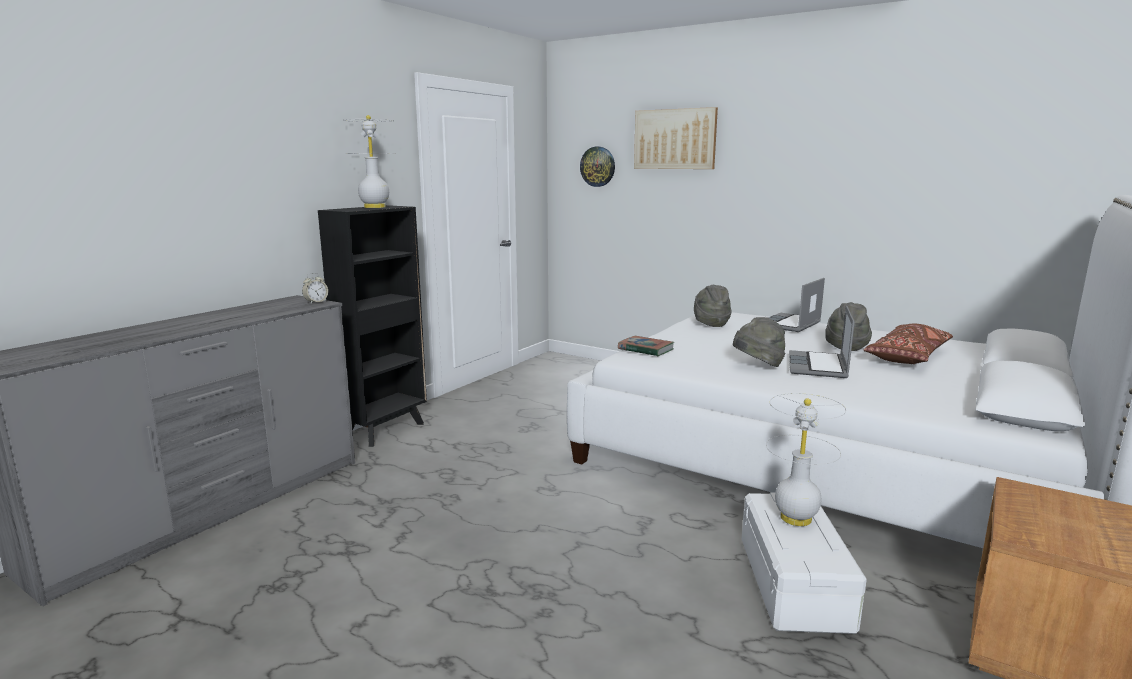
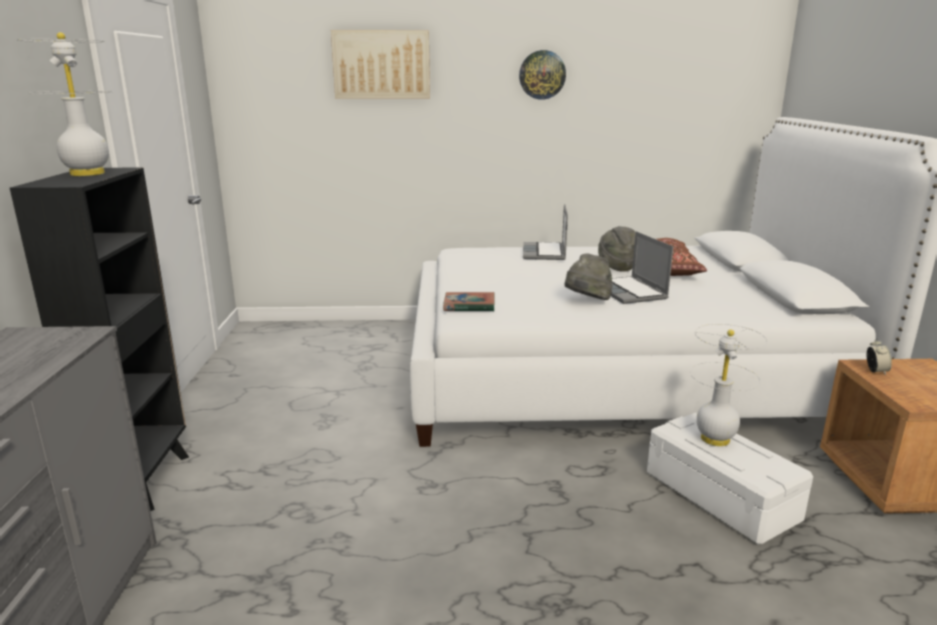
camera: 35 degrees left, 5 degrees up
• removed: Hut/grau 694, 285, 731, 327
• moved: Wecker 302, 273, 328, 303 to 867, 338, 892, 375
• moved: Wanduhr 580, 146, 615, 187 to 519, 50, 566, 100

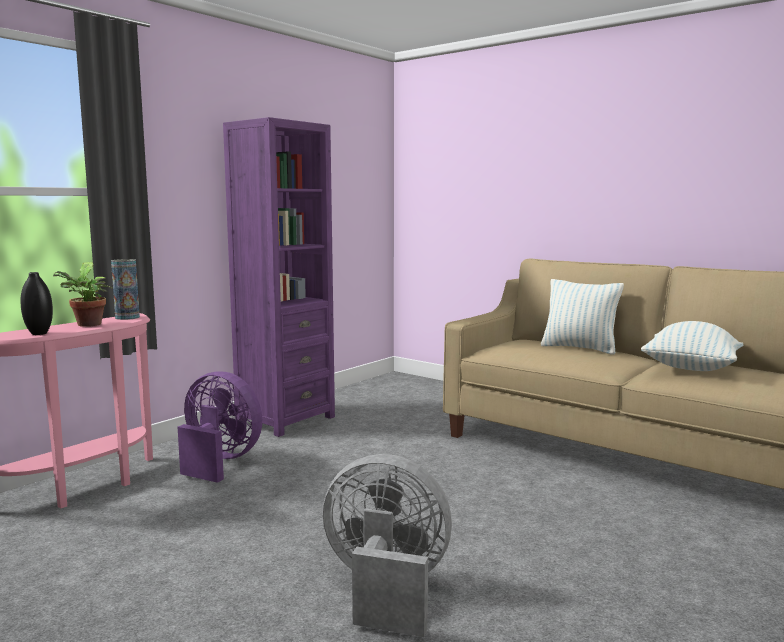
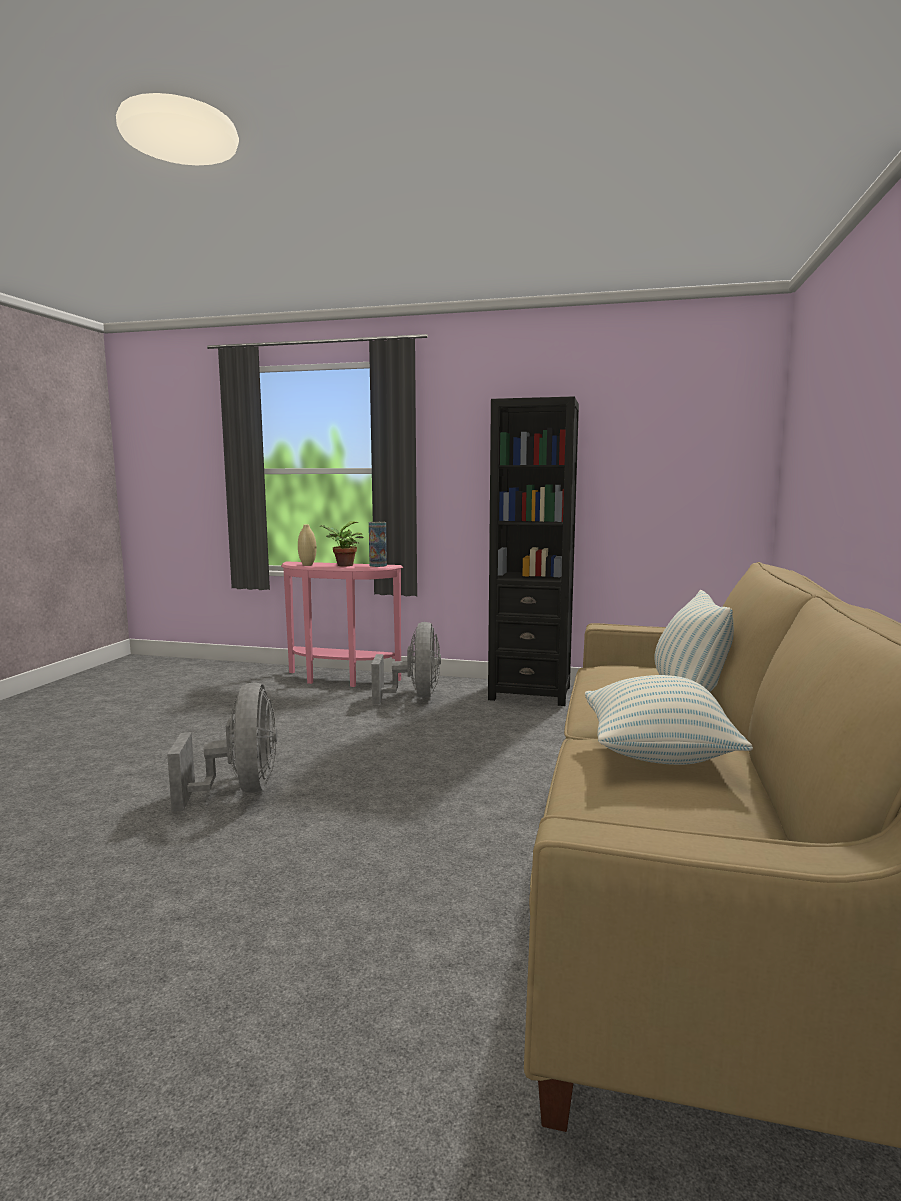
camera: 65 degrees right, 0 degrees up
• recoloured: Vase/schwarz 20, 272, 53, 335 to Vase/beige 298, 524, 317, 566
• recoloured: Ventilator/lila 178, 371, 262, 483 to Ventilator/grau 371, 622, 441, 704
• recoloured: Bücherregal/lila 223, 117, 335, 437 to Bücherregal/schwarz 488, 396, 579, 706

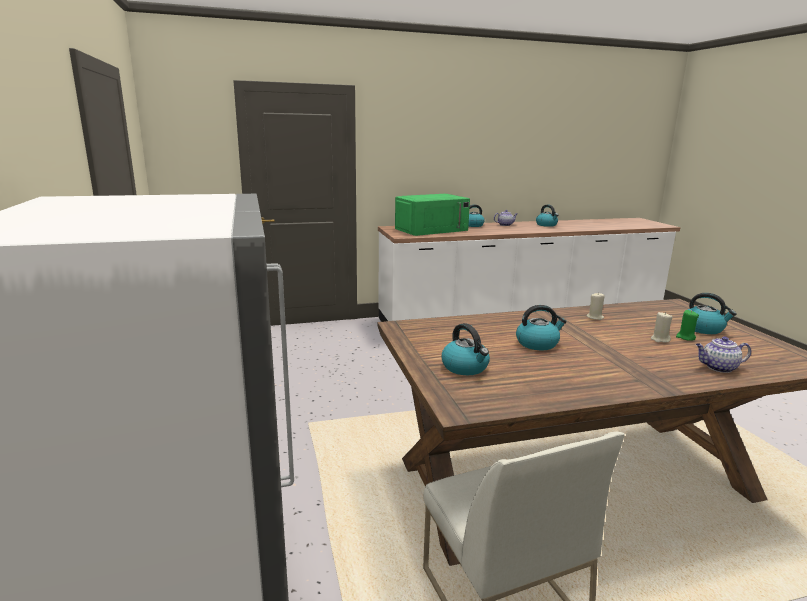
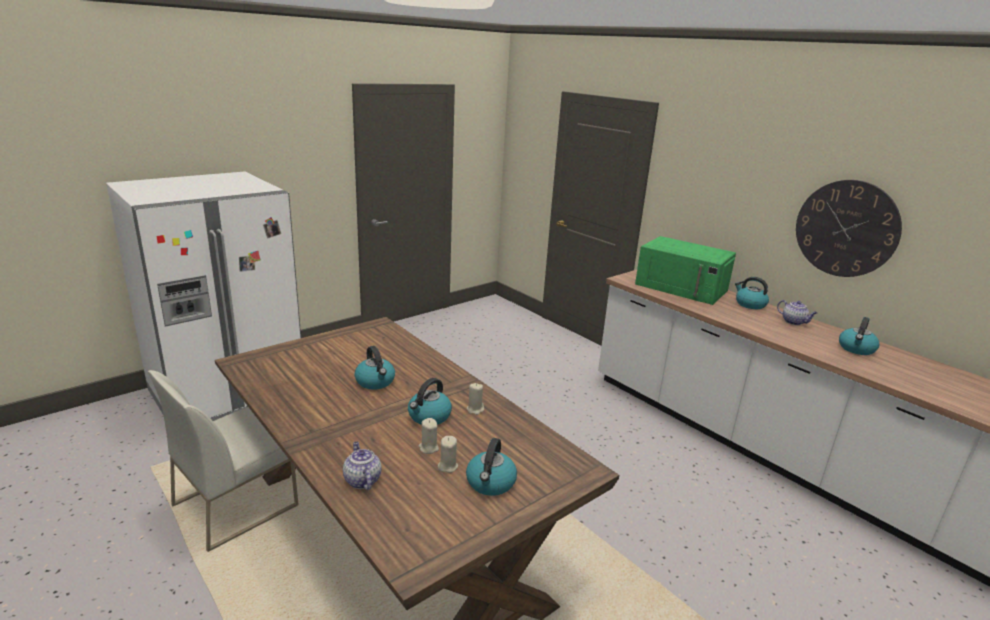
camera: 65 degrees right, 5 degrees up
• added: Wanduhr 796, 180, 902, 277
• moved: Wasserkessel 442, 323, 490, 375 to 408, 378, 452, 425
• recoloured: Kerze/grün 676, 310, 699, 341 to Kerze/beige 438, 436, 458, 473

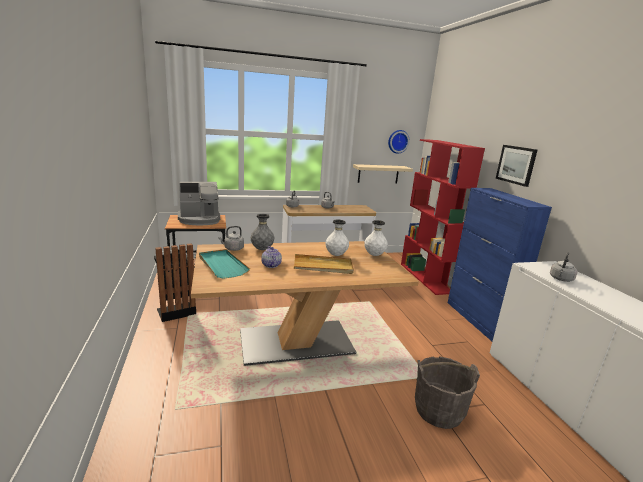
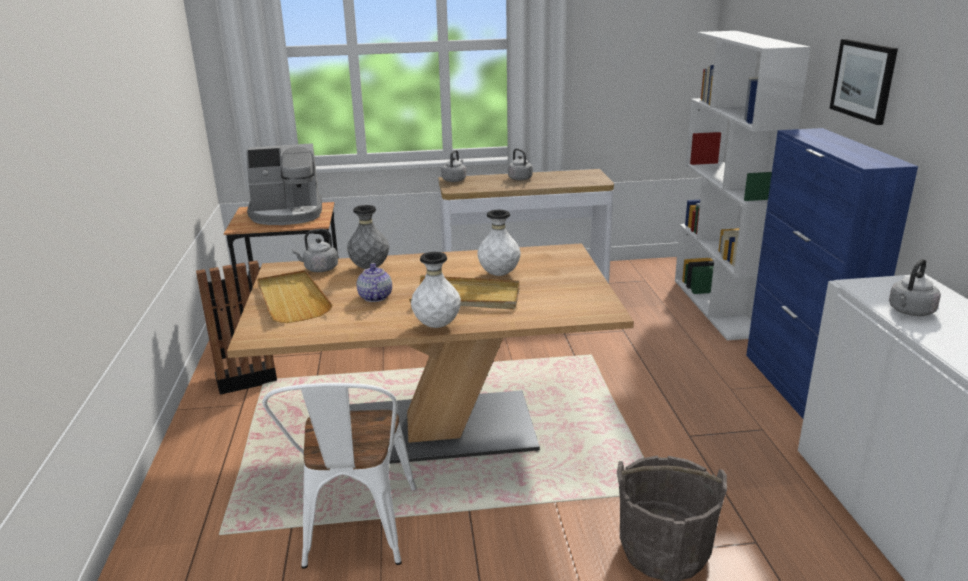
camera: 10 degrees right, 5 degrees up
• removed: Wandregal/beige 353, 164, 413, 184
• removed: Wanduhr 388, 130, 410, 154
• added: Stuhl/weiß 262, 383, 416, 569
• moved: Vase/weiß 364, 220, 388, 256 to 411, 252, 461, 328
• recoloured: Tablett/türkis 199, 249, 250, 279 to Tablett/beige 257, 270, 332, 323
• recoloured: Bücherregal/rot 401, 139, 485, 295 to Bücherregal/weiß 675, 31, 811, 340

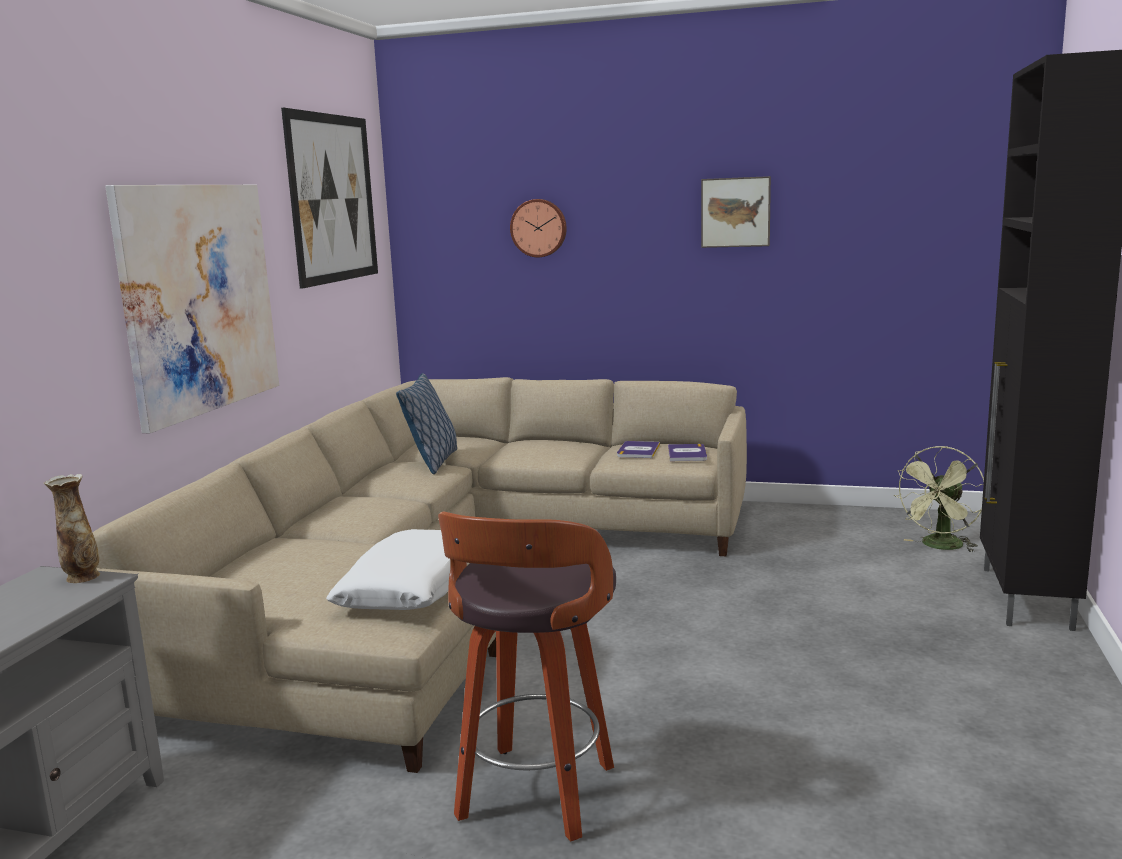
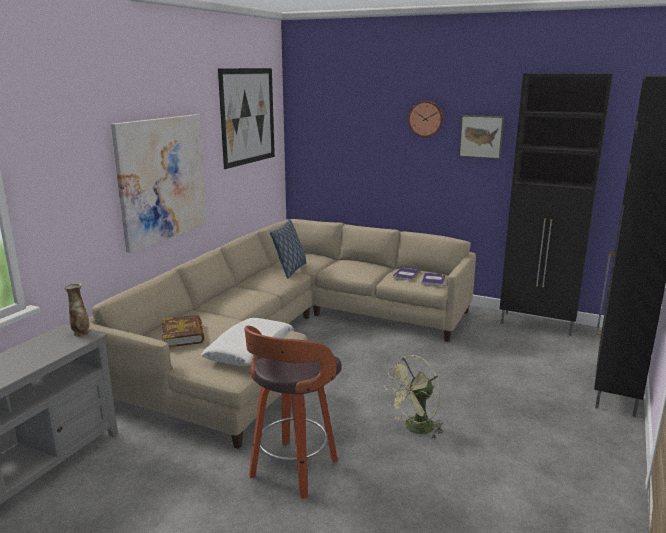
camera: 10 degrees right, 5 degrees up
• added: Buch 162, 315, 204, 348
• added: Schrank/schwarz 500, 73, 613, 336
• moved: Wanduhr 510, 199, 567, 257 to 408, 101, 443, 137
• moved: Ventilator/grün 894, 446, 984, 553 to 384, 355, 443, 440

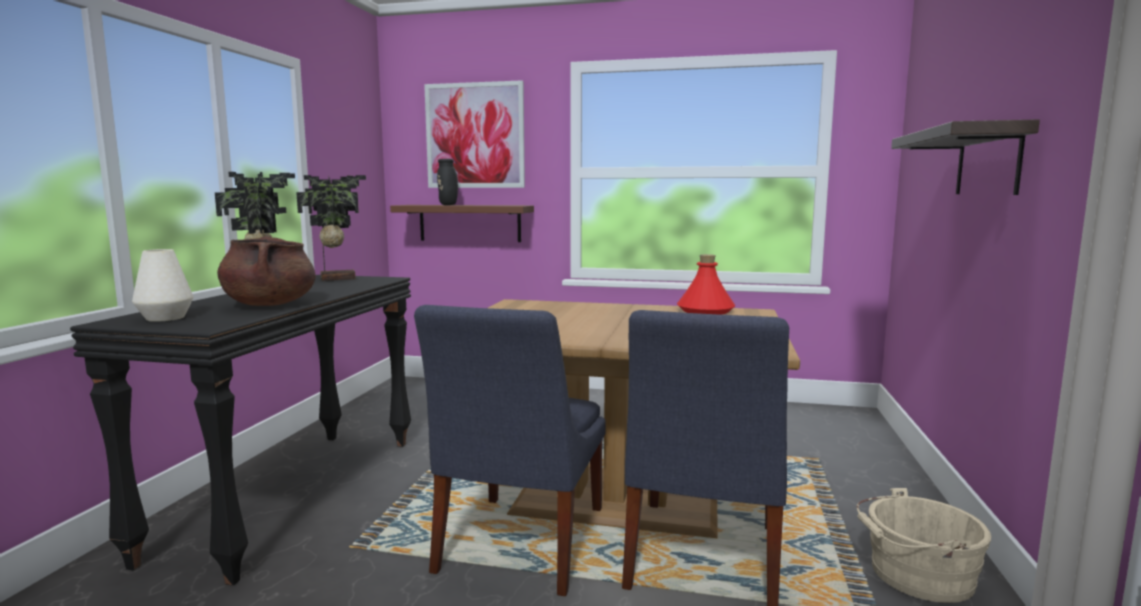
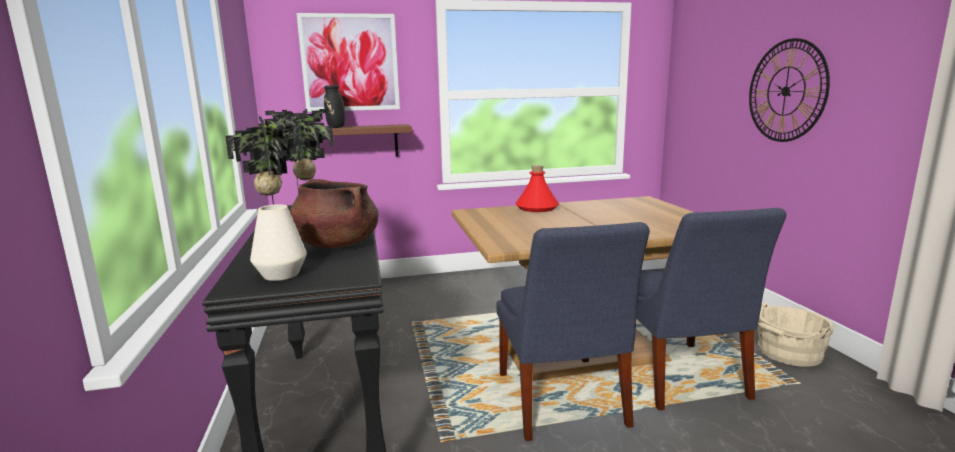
camera: 25 degrees left, 5 degrees up
• moved: Flasche/rot 677, 254, 735, 315 to 515, 165, 559, 212
• replaced: Wandregal 891, 119, 1040, 195 to Wanduhr 749, 38, 830, 142

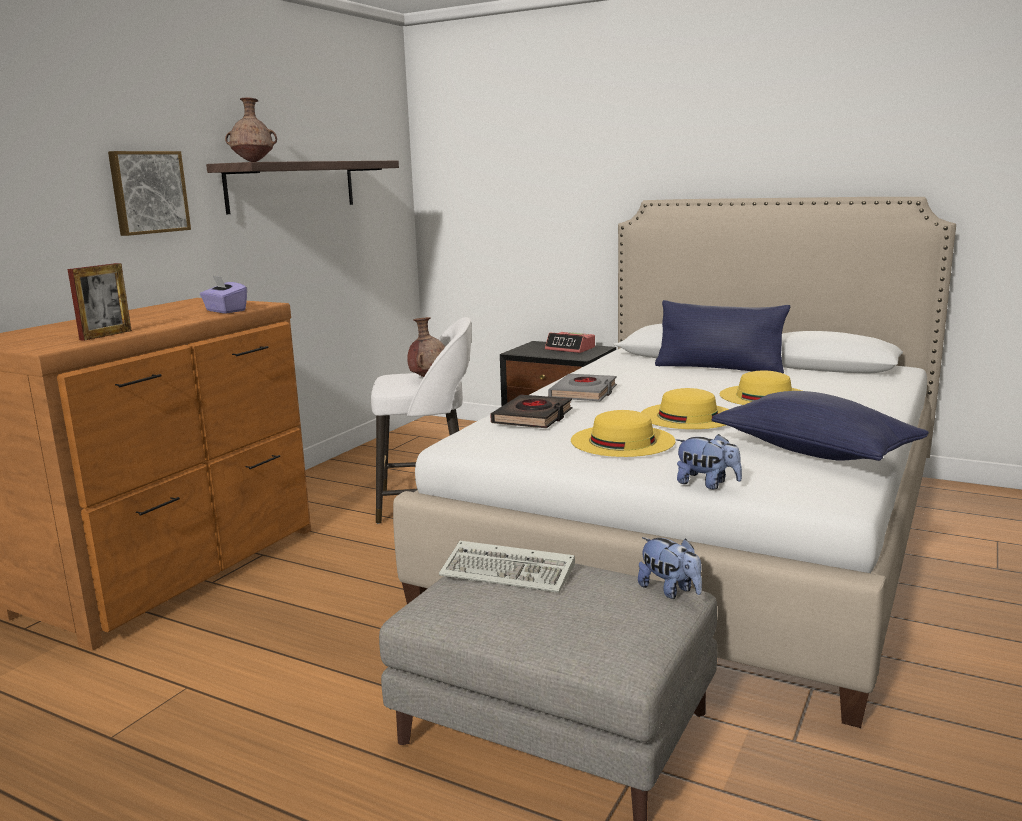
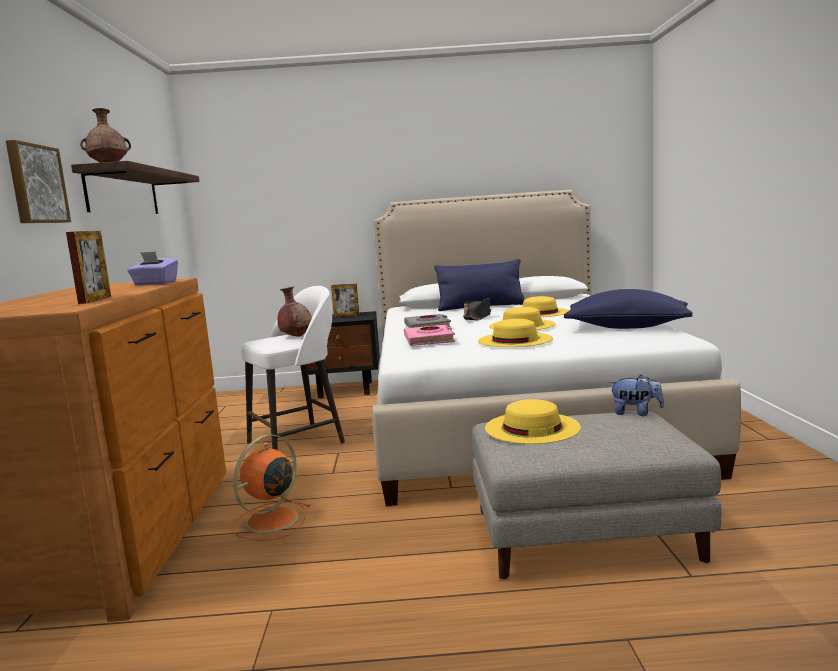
camera: 30 degrees left, 5 degrees down
• removed: Plüschtier 676, 434, 742, 489
• added: Ventilator/orange 231, 434, 311, 541
• added: Hut/schwarz 463, 298, 491, 320
• replaced: Tastatur 439, 541, 575, 593 to Hut/gelb 485, 399, 581, 444
• replaced: Wecker 545, 332, 595, 353 to Bilderrahmen 331, 283, 359, 317
• recoloured: Buch/schwarz 490, 395, 572, 428 to Buch/rosa 404, 325, 455, 346

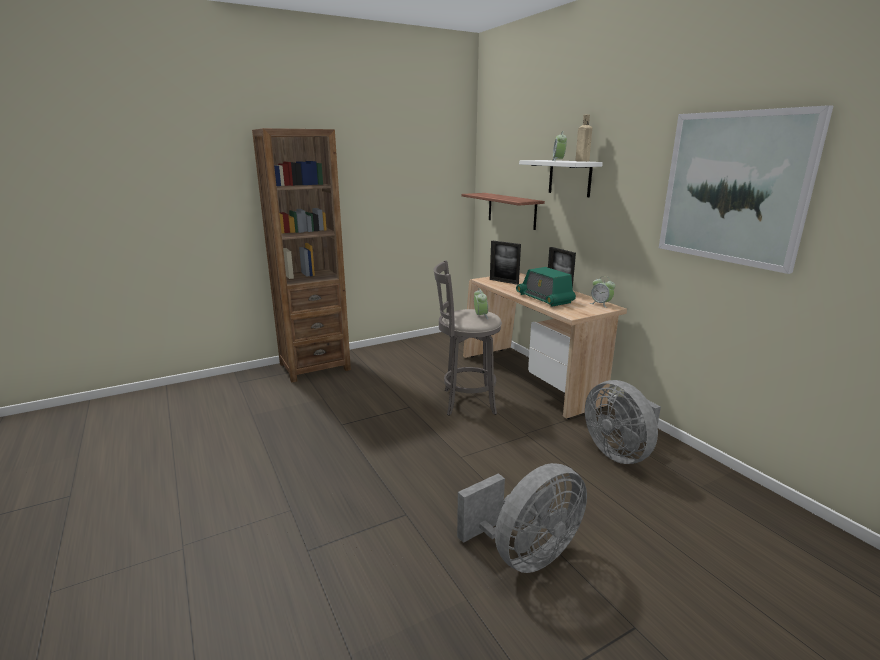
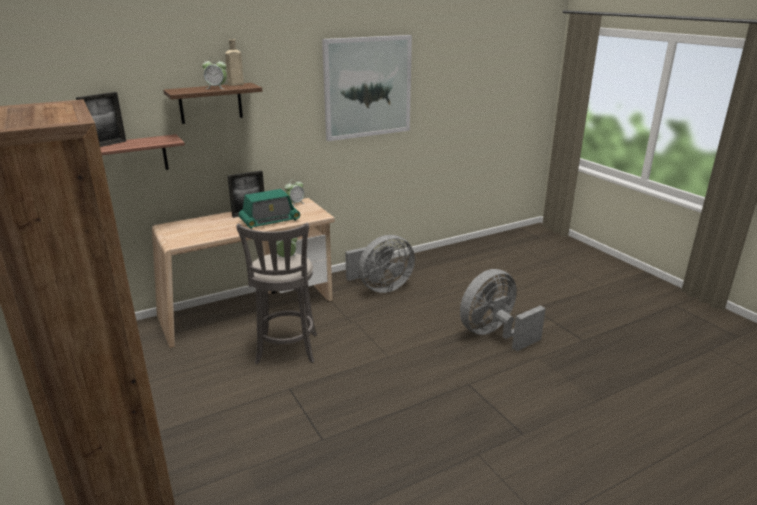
camera: 90 degrees left, 5 degrees up
• moved: Bilderrahmen 490, 241, 521, 285 to 76, 92, 126, 147
• recoloured: Wandregal/weiß 519, 160, 603, 197 to Wandregal/braun 163, 83, 263, 124
• turned: Ventilator/grau 457, 463, 587, 573 = 460, 269, 546, 351 90 degrees counterclockwise

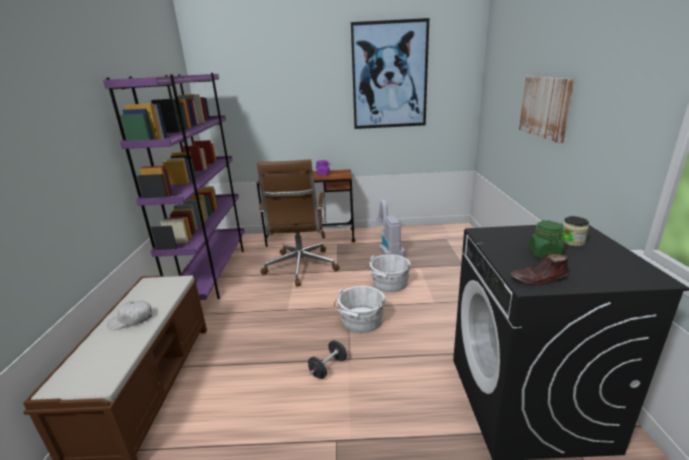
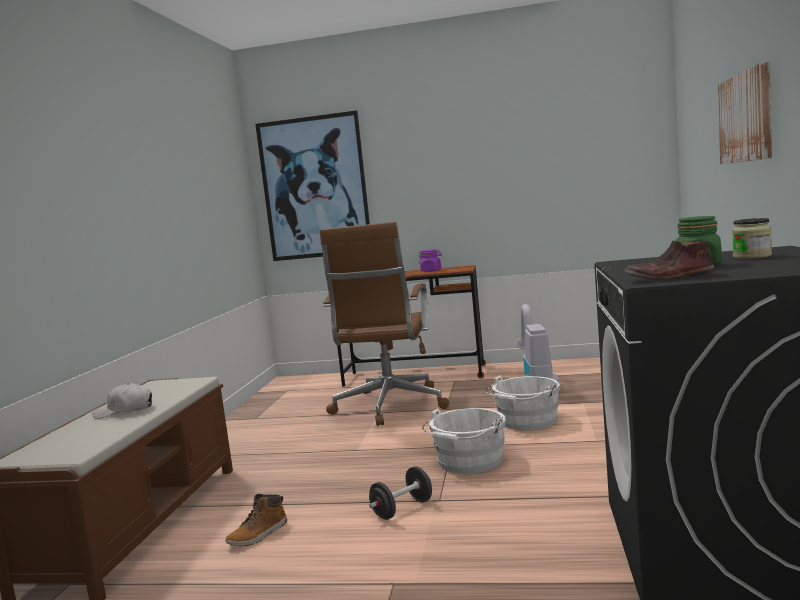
camera: 10 degrees right, 15 degrees down
• removed: Bücherregal/lila 103, 73, 244, 300
• added: Stiefel 225, 494, 287, 547
• moved: Bild 351, 18, 429, 129 to 255, 110, 370, 261

